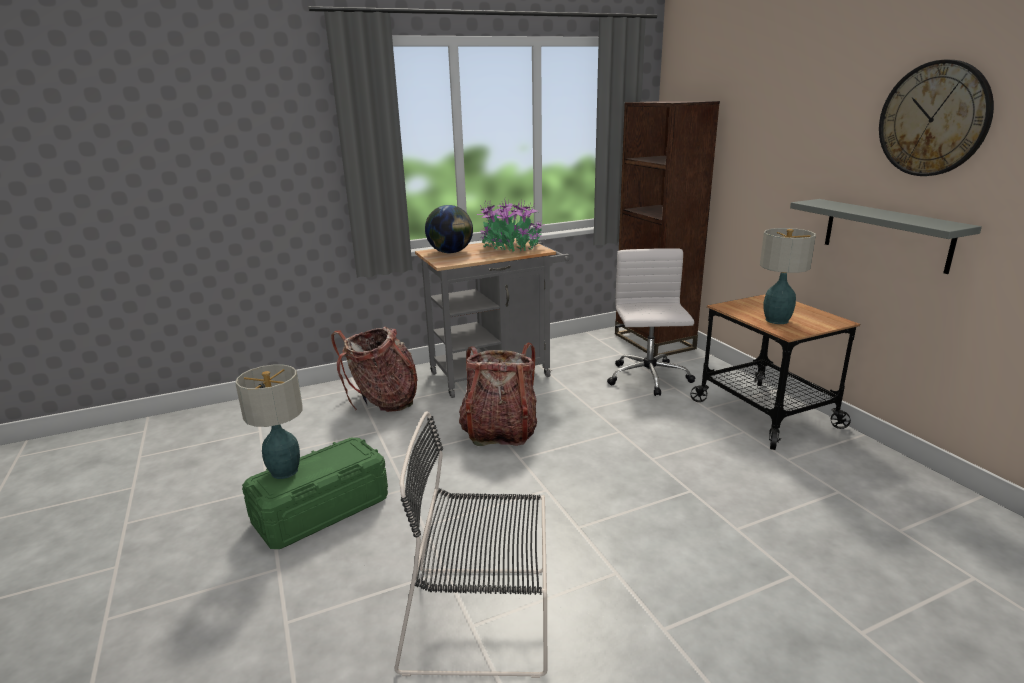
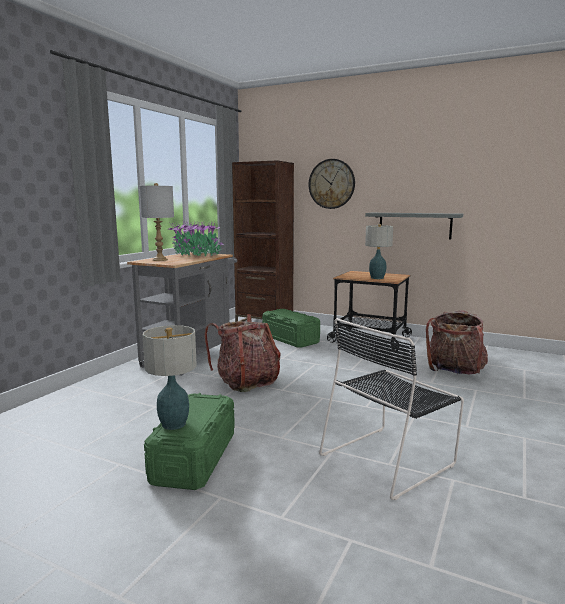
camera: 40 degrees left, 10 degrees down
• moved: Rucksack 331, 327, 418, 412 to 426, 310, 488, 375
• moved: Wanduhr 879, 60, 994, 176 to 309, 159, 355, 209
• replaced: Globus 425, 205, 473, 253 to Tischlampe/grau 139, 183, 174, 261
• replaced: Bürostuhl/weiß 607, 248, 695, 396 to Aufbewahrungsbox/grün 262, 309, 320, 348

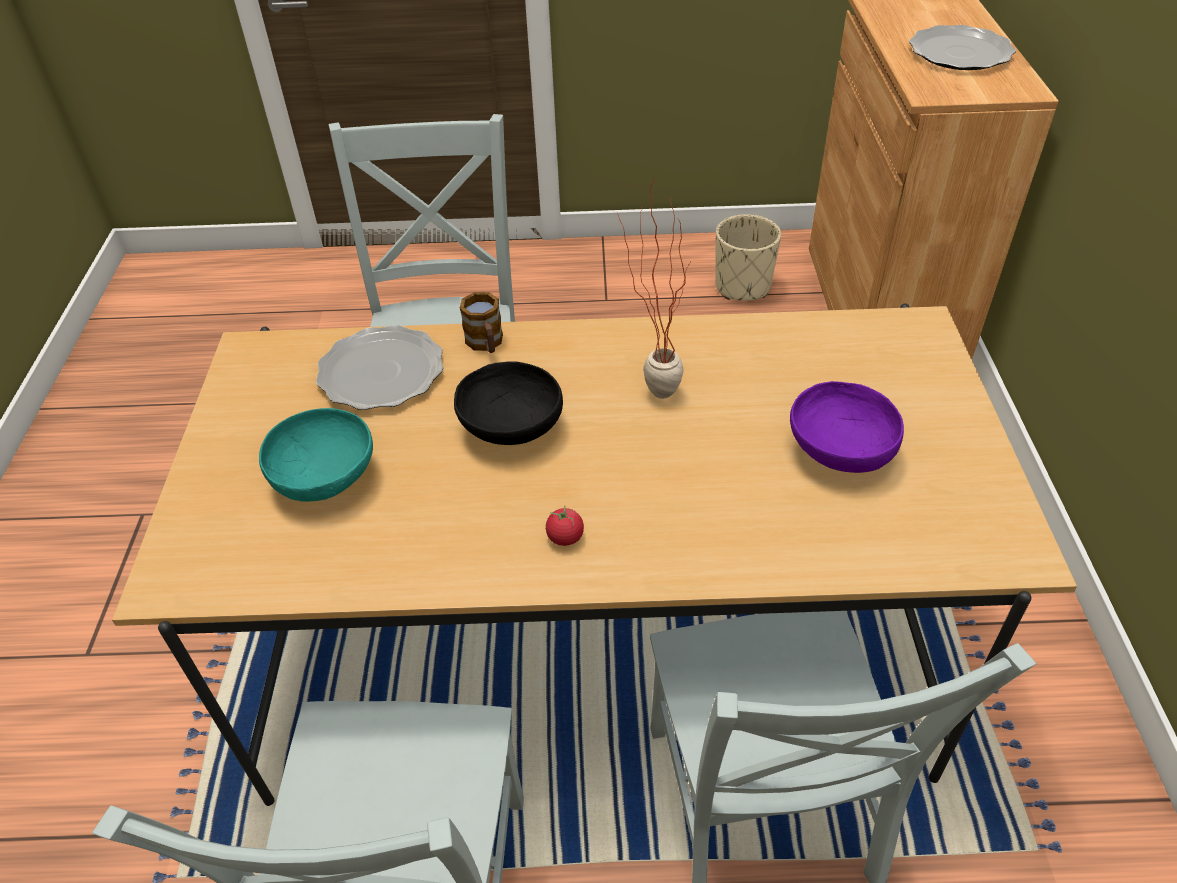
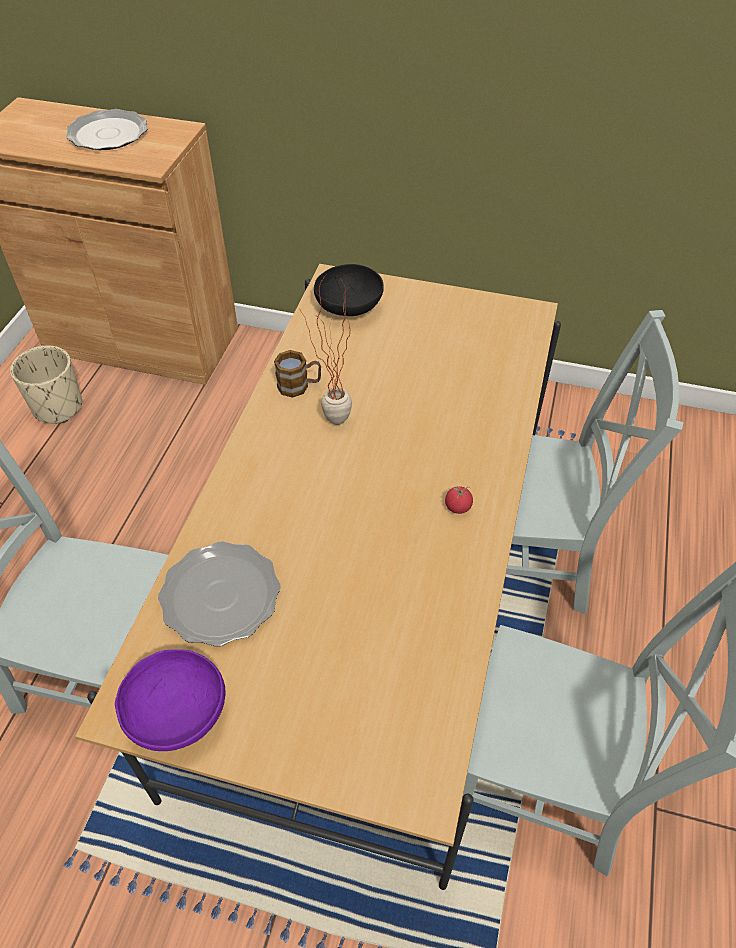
camera: 75 degrees left, 5 degrees up
• removed: Schüssel/türkis 259, 408, 373, 502
• moved: Schüssel/schwarz 454, 361, 563, 445 to 314, 264, 384, 316
• moved: Henkelbecher 460, 292, 503, 353 to 274, 350, 321, 398
• moved: Schüssel/lila 790, 381, 904, 473 to 115, 650, 226, 751

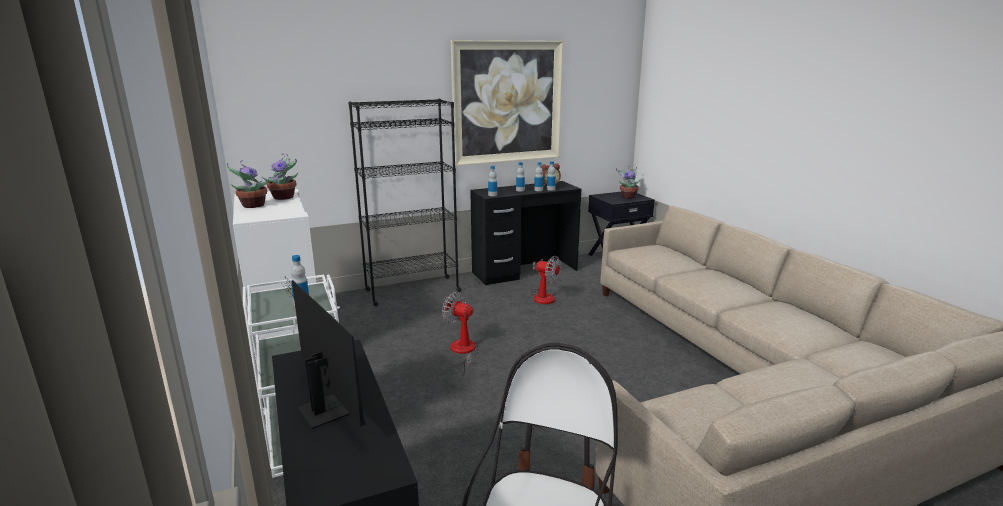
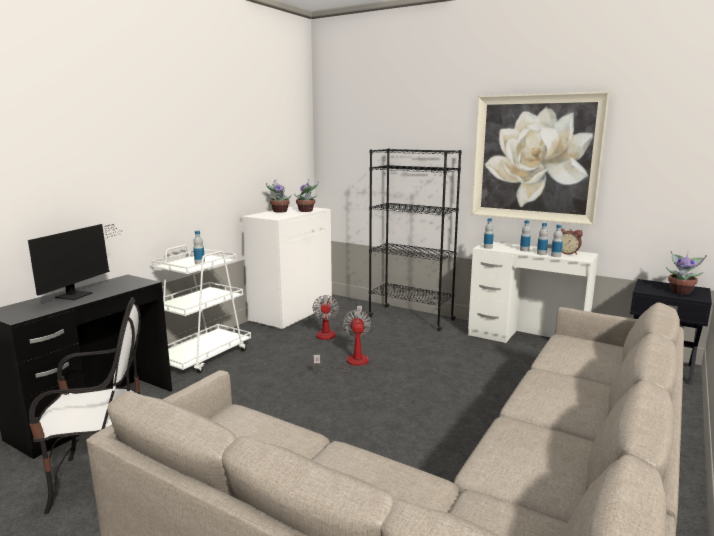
camera: 55 degrees right, 5 degrees down
• moved: Ventilator 529, 256, 561, 304 to 312, 295, 362, 340
• recoloured: Schreibtisch/schwarz 470, 181, 581, 285 to Schreibtisch/weiß 468, 242, 598, 343

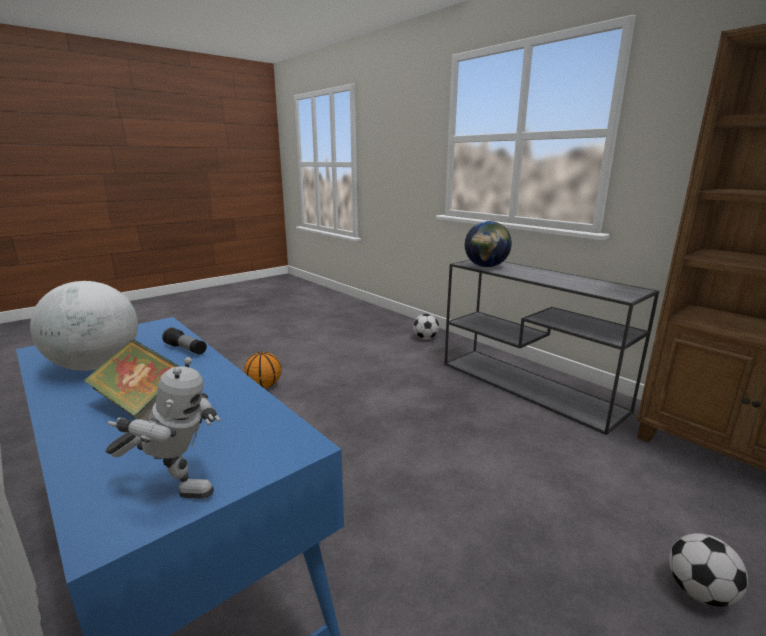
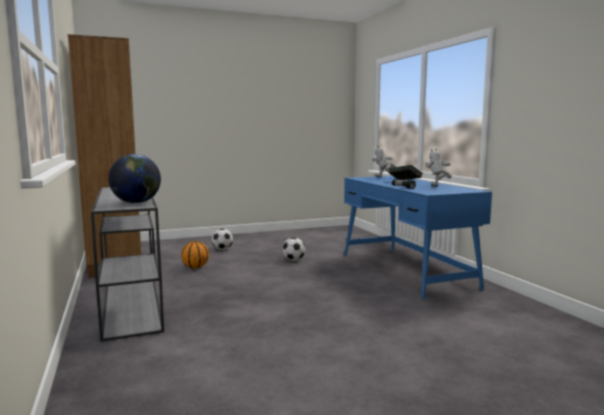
camera: 160 degrees left, 10 degrees down
• moved: Basketball 244, 352, 281, 388 to 181, 241, 209, 269
• moved: Fußball 413, 314, 439, 340 to 282, 237, 305, 261
• replaced: Globus 30, 281, 138, 371 to Spielzeugroboter 426, 149, 452, 187

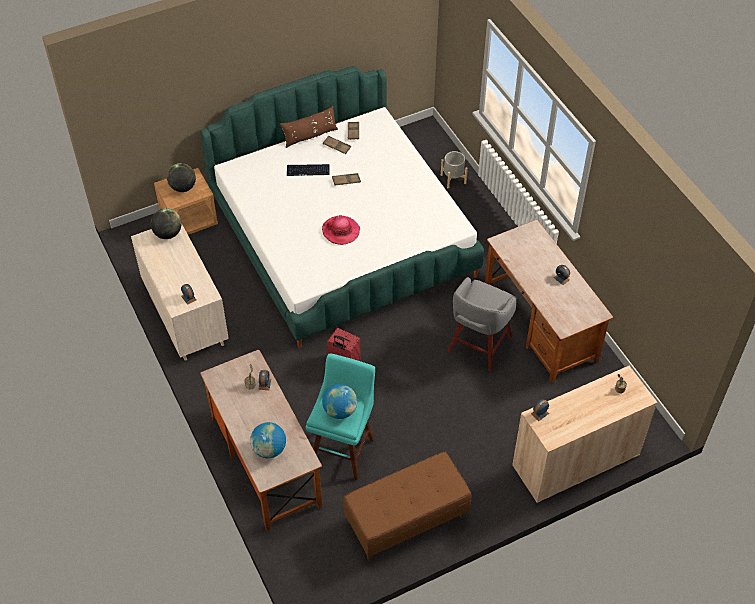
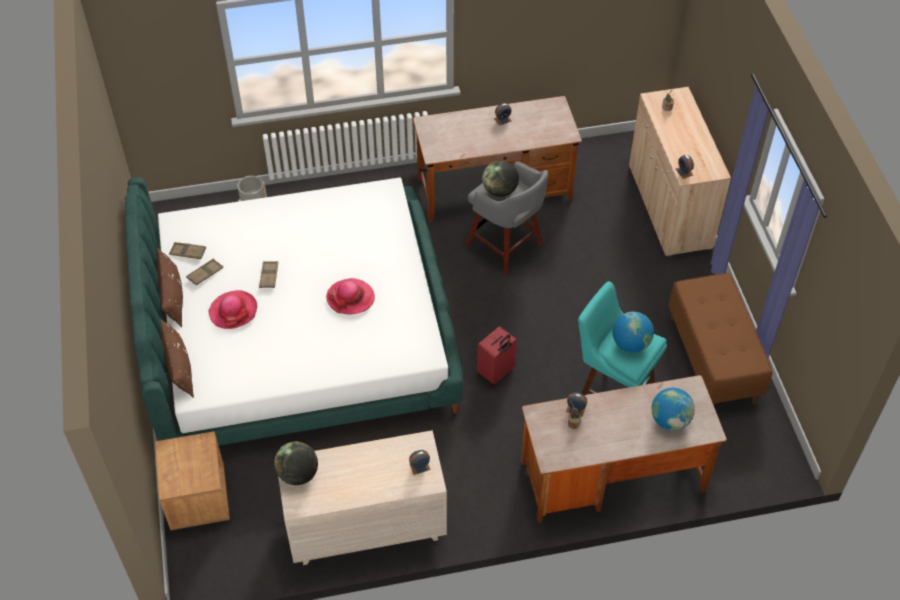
camera: 75 degrees left, 0 degrees up
• added: Kissen/braun 160, 319, 194, 398
• moved: Globus 167, 163, 196, 192 to 482, 161, 519, 197
• replaced: Tastatur 287, 164, 329, 176 to Hut 209, 290, 257, 329

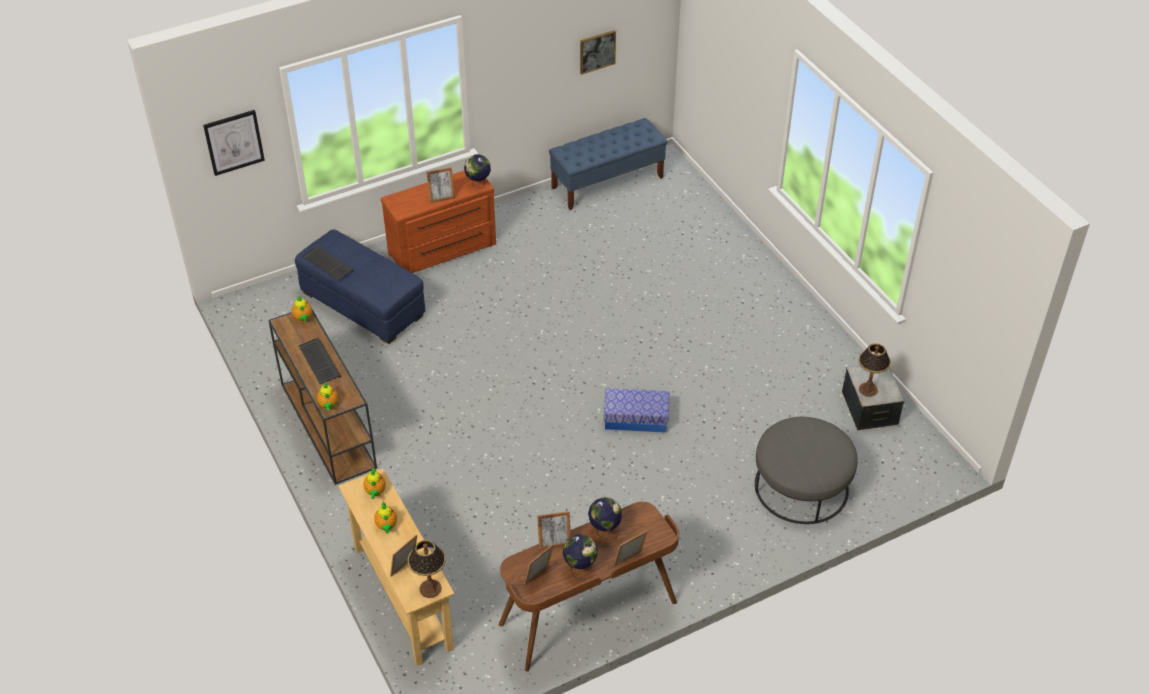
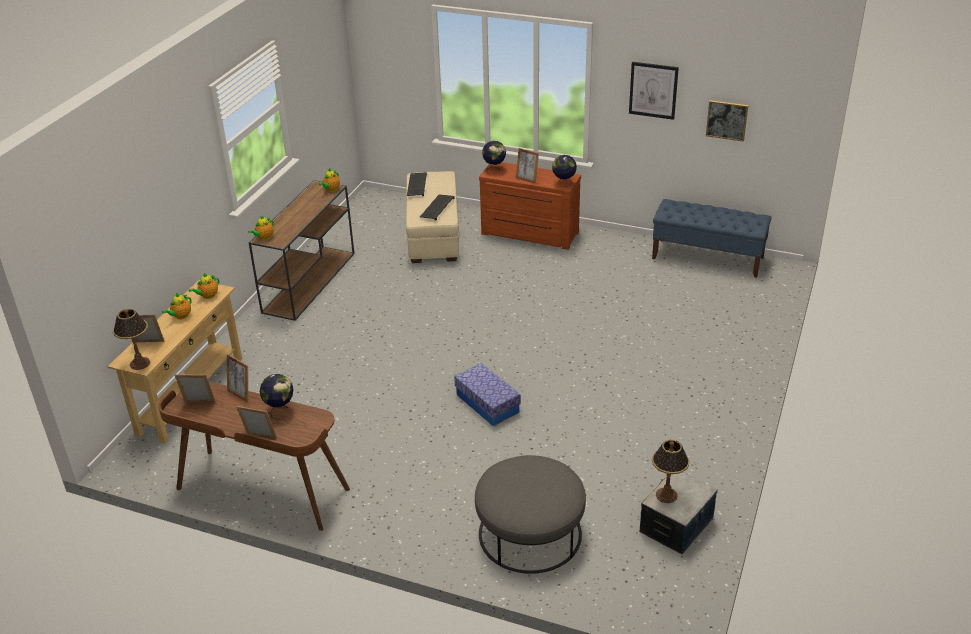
camera: 50 degrees right, 10 degrees down
• moved: Bild 203, 110, 265, 176 to 629, 62, 679, 120
• moved: Tastatur 299, 337, 341, 384 to 420, 194, 454, 221
• moved: Globus 563, 534, 598, 580 to 482, 141, 506, 174
• recoloured: Polsterhocker/blau 295, 229, 426, 344 to Polsterhocker/beige 406, 171, 459, 263

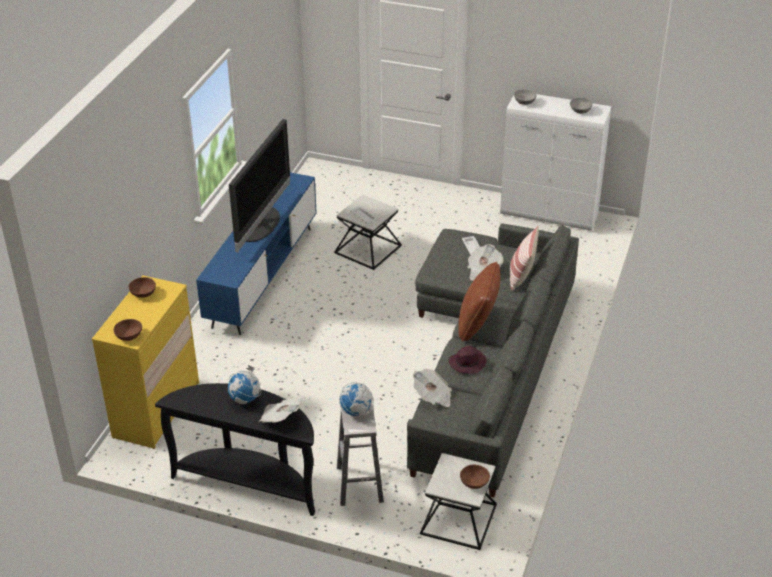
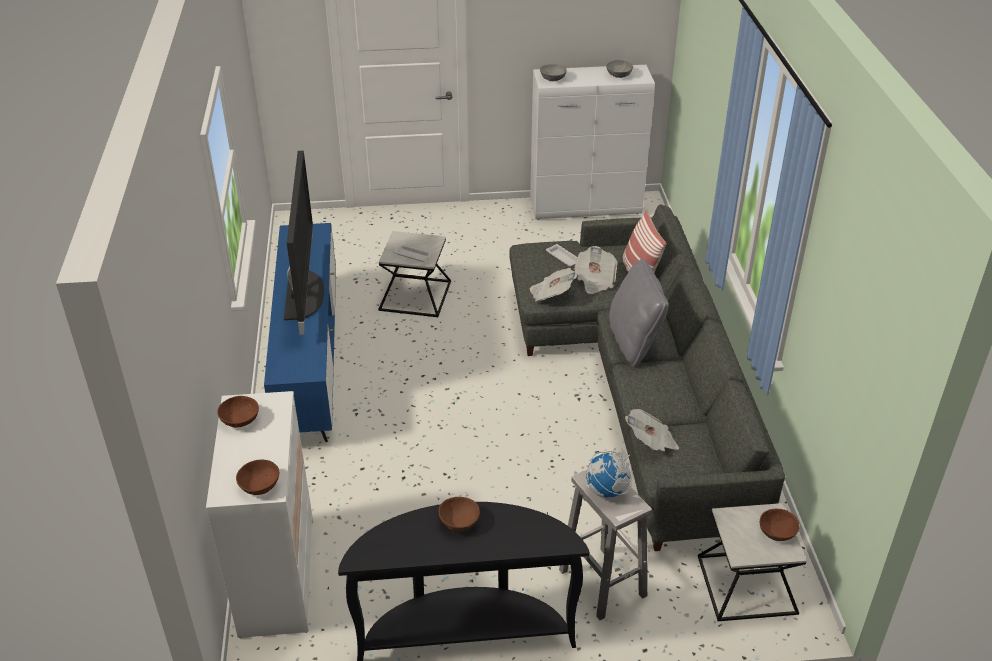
camera: 25 degrees left, 0 degrees up
• removed: Hut/lila 449, 346, 487, 374
• moved: Zeitung 259, 397, 301, 423 to 530, 268, 577, 302
• replaced: Globus 228, 365, 261, 404 to Schüssel/braun 439, 497, 480, 531
• recoloured: Kommode/gelb 92, 275, 199, 449 to Kommode/weiß 206, 391, 313, 638
• recoloured: Kissen/braun 459, 261, 501, 342 to Kissen/grau 609, 258, 669, 366

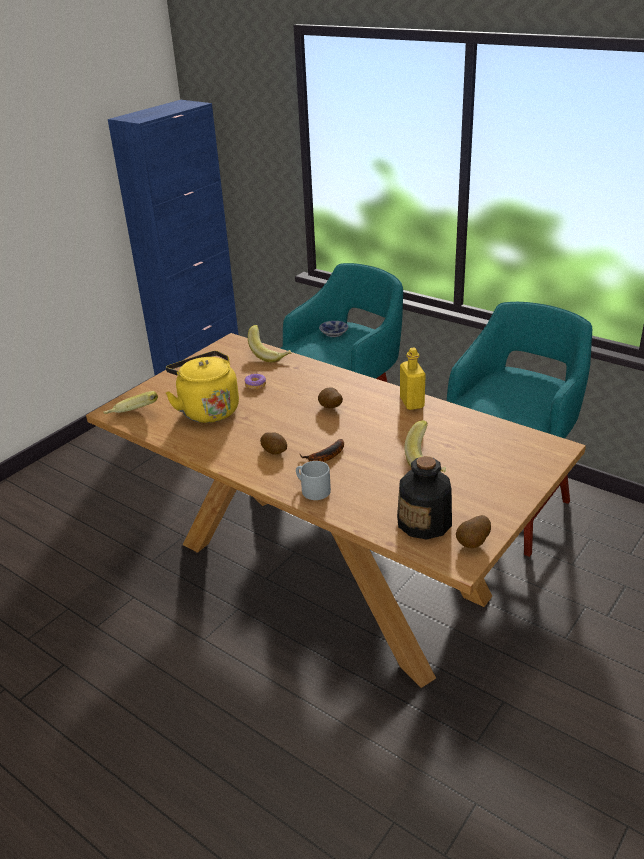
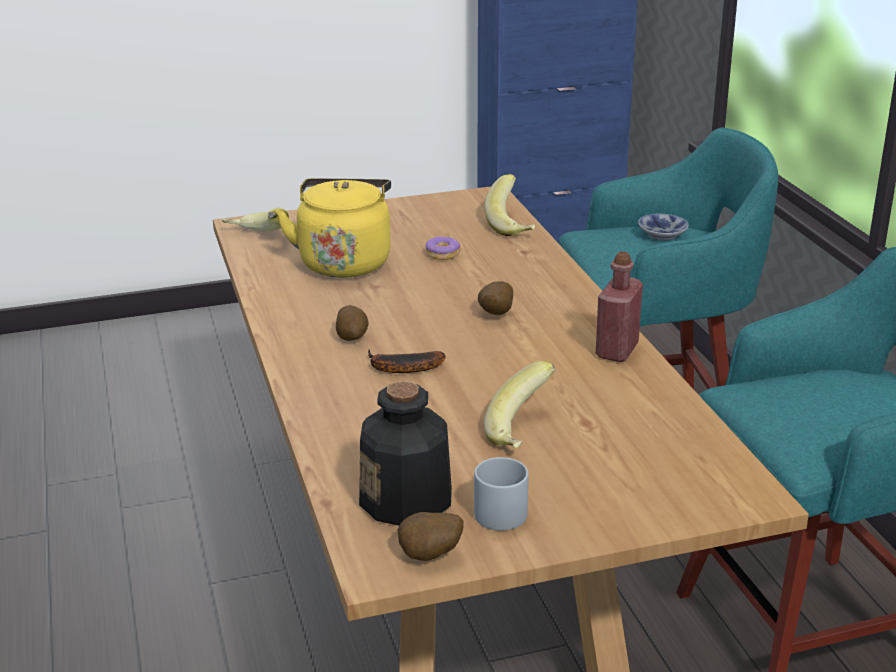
camera: 35 degrees right, 5 degrees down
• moved: Henkelbecher/grau 296, 461, 331, 500 to 474, 457, 529, 531
• recoloured: Flasche/gelb 400, 347, 426, 410 to Flasche/rot 595, 251, 643, 362

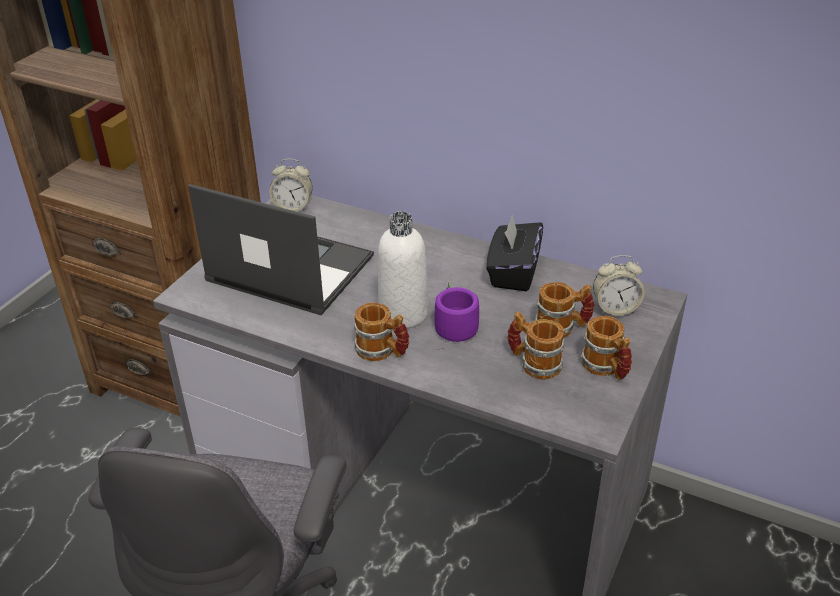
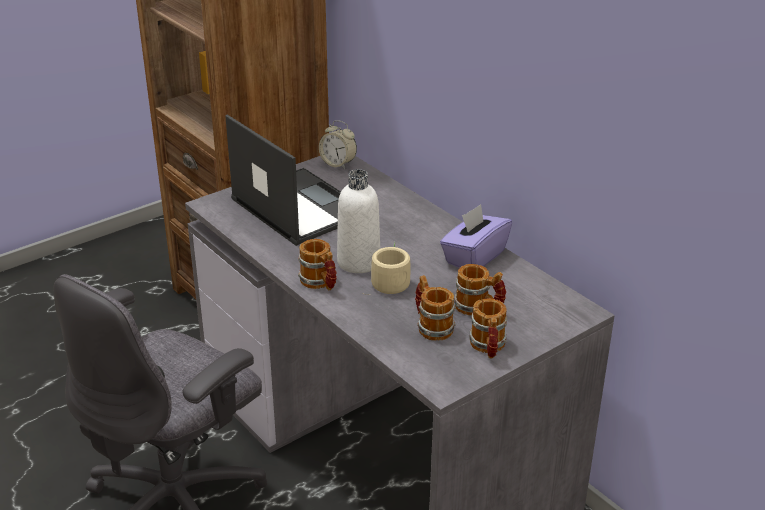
camera: 25 degrees right, 5 degrees down
• removed: Wecker 593, 255, 644, 316
• recoloured: Henkelbecher/lila 435, 281, 479, 350 to Henkelbecher/beige 368, 242, 410, 295
• recoloured: Taschentuchbox/schwarz 486, 215, 543, 291 to Taschentuchbox/lila 440, 204, 512, 268

